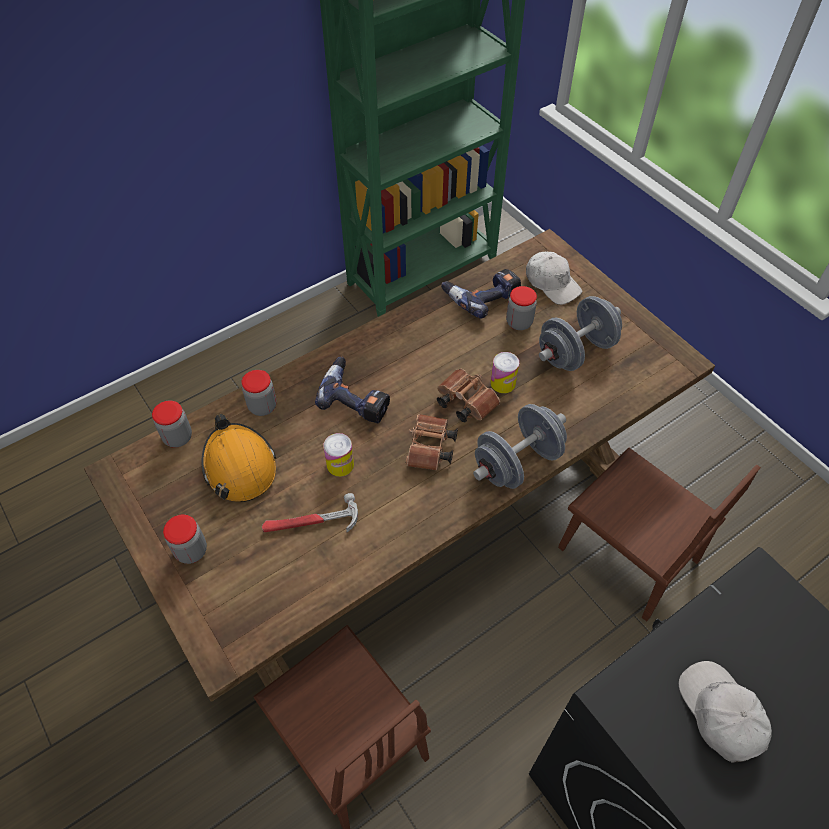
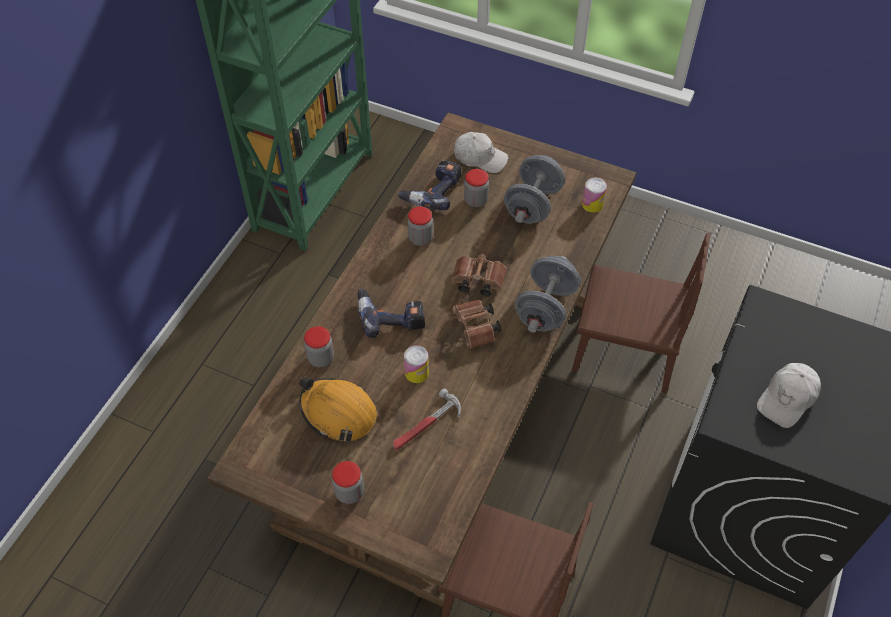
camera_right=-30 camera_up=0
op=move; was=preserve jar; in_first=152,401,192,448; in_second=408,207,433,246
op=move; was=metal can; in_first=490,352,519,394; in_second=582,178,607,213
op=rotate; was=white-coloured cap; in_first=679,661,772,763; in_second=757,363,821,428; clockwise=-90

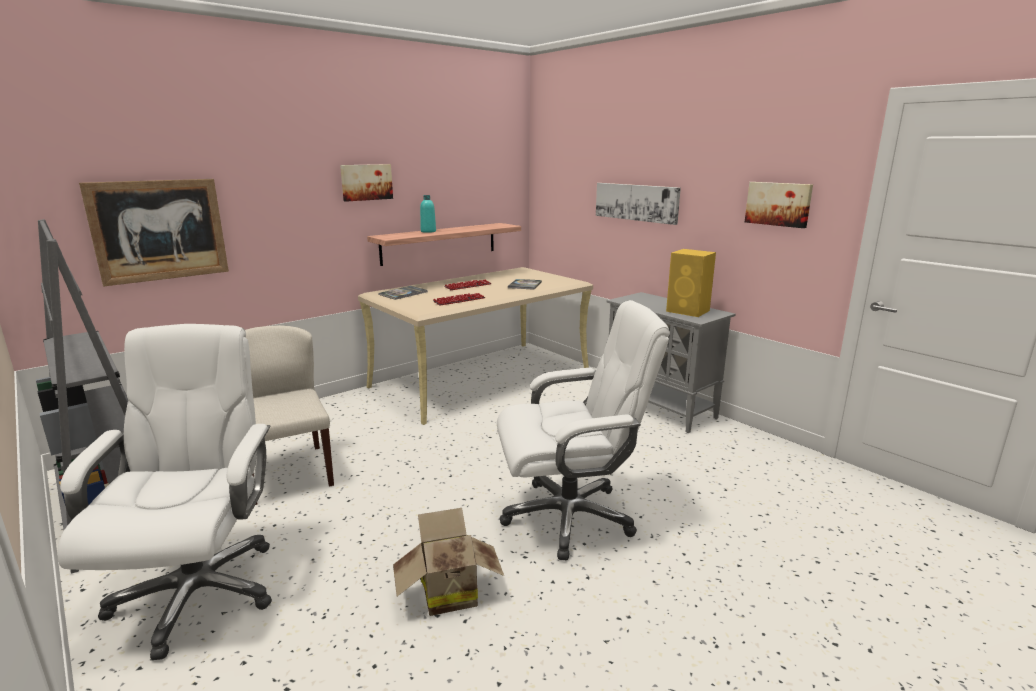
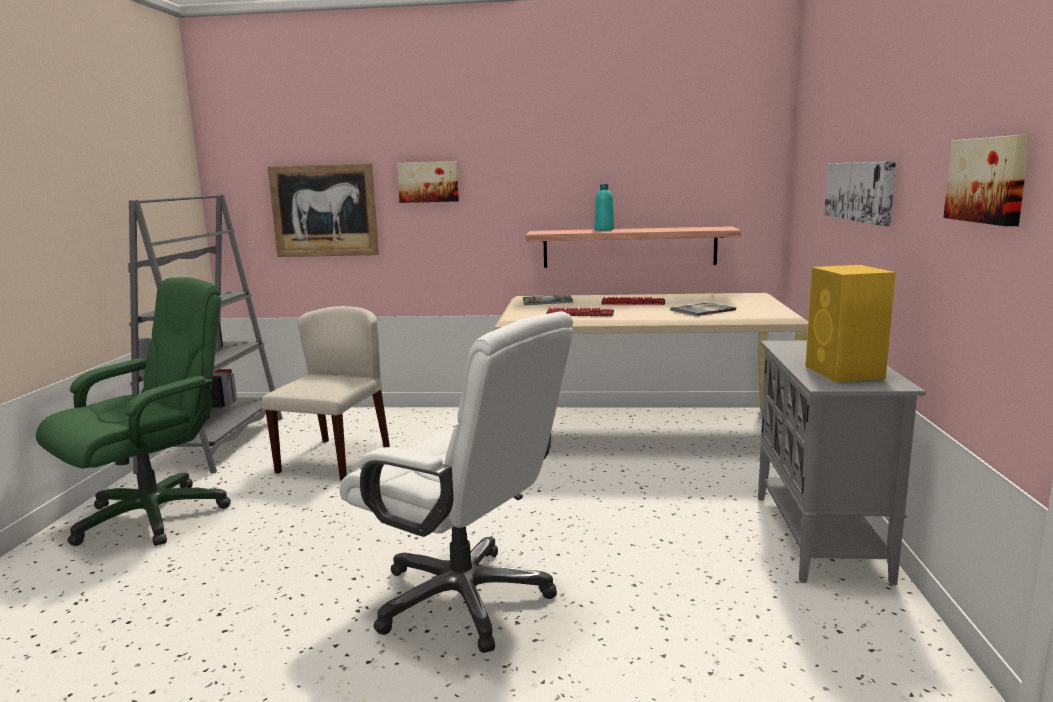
camera_right=45 camera_up=-5
op=recolor; was=white-coloured computer chair; now=green-coloured computer chair; in_first=57,324,272,660; in_second=36,277,231,546
op=move; was=wall art; in_first=340,164,393,202; in_second=397,161,459,203
op=delete; was=packing box; in_first=393,508,504,616

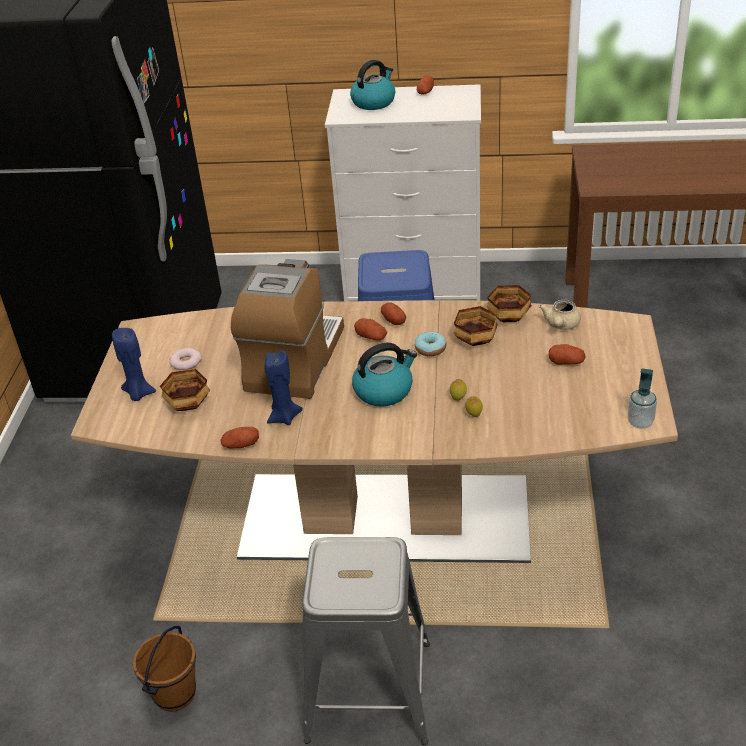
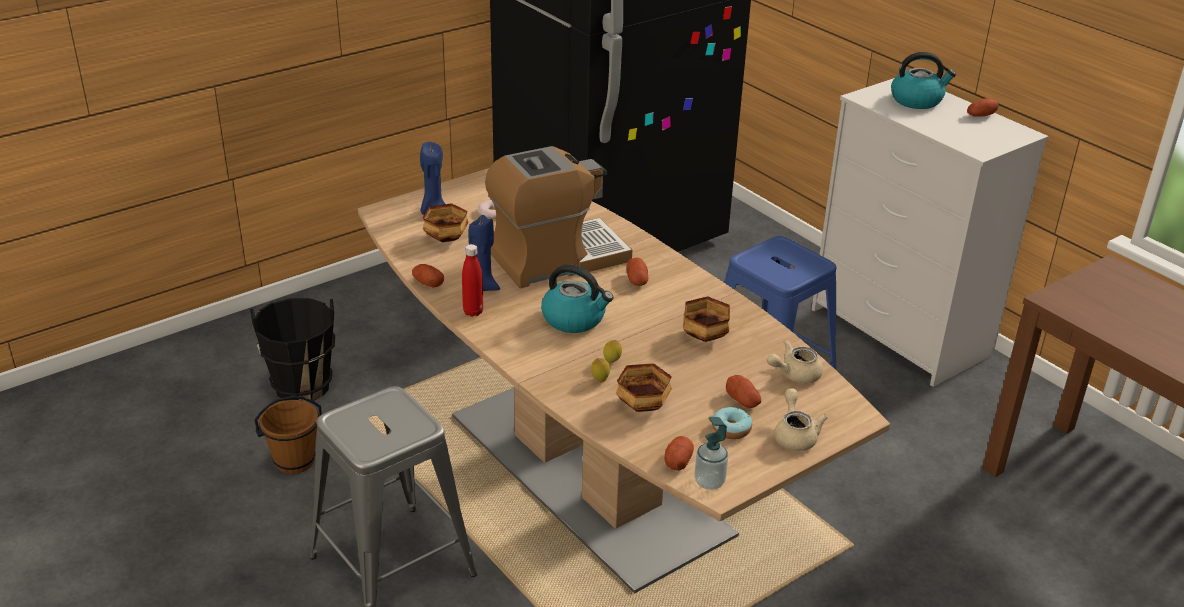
camera_right=45 camera_up=-5
op=insert; now=black pail; in_second=250,298,335,403
op=insert; now=red-coloured drink bottle; in_second=462,244,483,317
op=move; was=serving bowl; in_first=487,285,532,322; in_second=616,363,672,412
op=move; was=potato; in_first=381,303,406,325; in_second=664,436,694,471
op=move; was=donut; in_first=415,332,447,356; in_second=712,407,752,439
op=insert; now=beige-coloured teapot; in_second=774,389,828,451

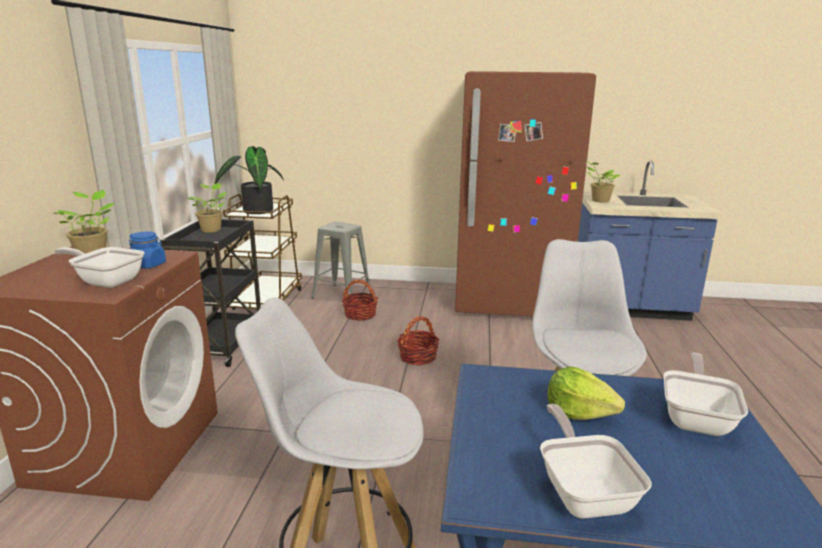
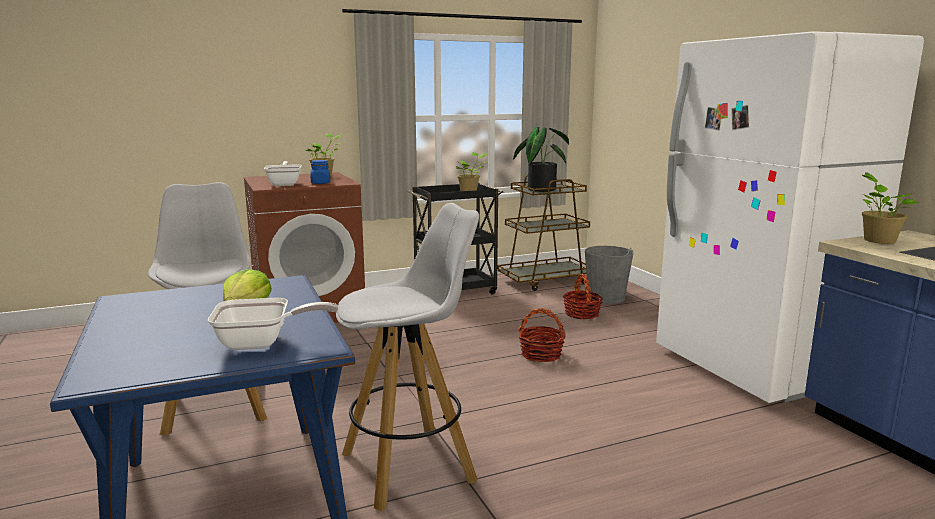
camera_right=60 camera_up=-5
op=replace; was=greyish stool seat; now=greyish pail; in_first=311,222,370,302; in_second=585,246,633,304
op=recolor; was=brown fridge; now=white-coloured fridge; in_first=455,71,596,316; in_second=656,31,924,403
op=delete; was=skillet; in_first=540,404,652,519

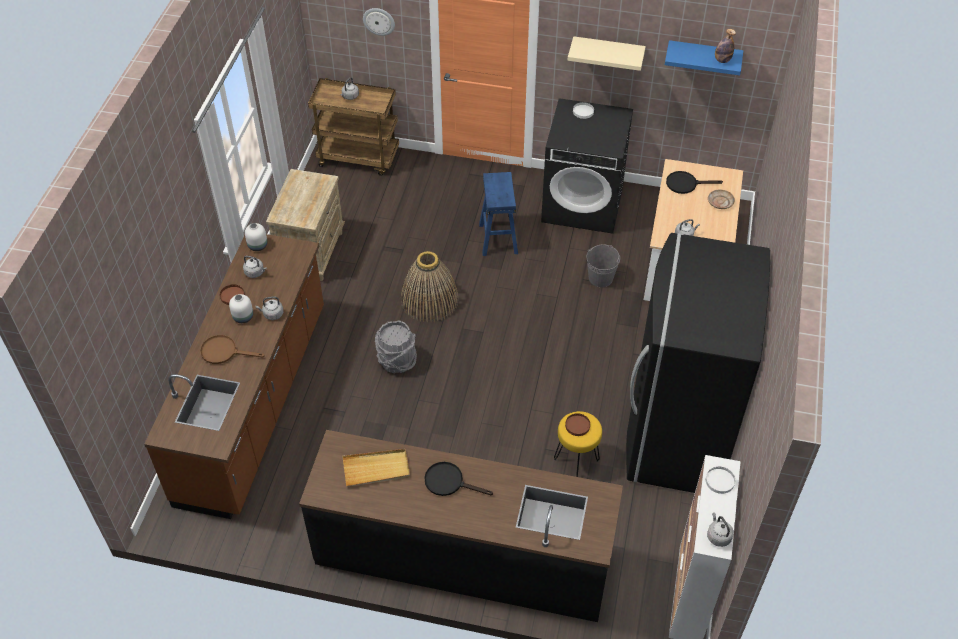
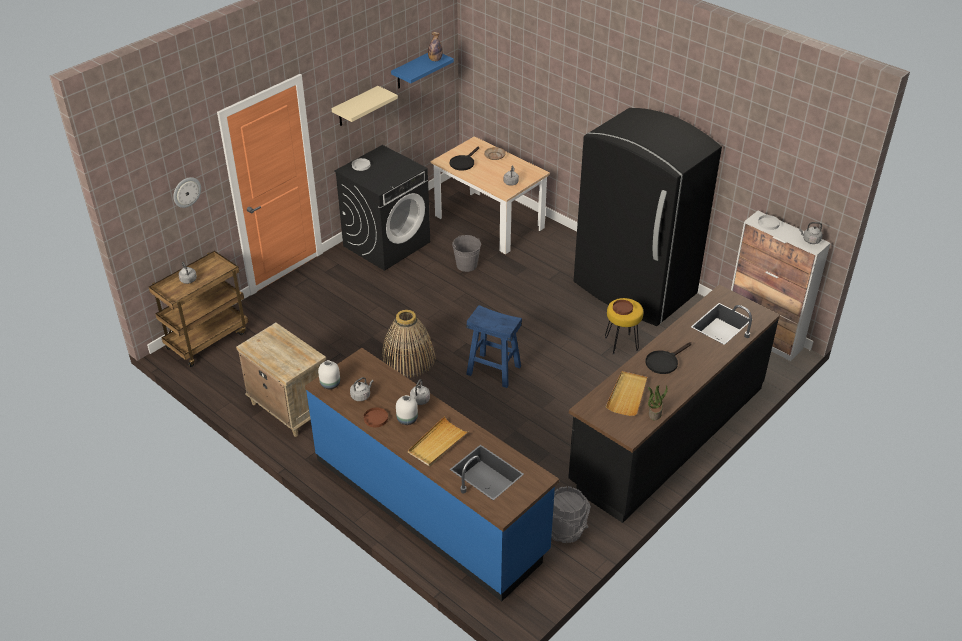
camera_right=-60 camera_up=-10
op=recolor; was=brown counter; now=blue-coloured counter; in_first=144,234,324,519; in_second=305,348,559,601
op=replace; was=brown skillet; now=beige-coloured tray; in_first=200,335,265,364; in_second=408,416,469,466
op=move; was=blue-coloured stool seat; in_first=479,172,518,256; in_second=466,305,522,388
op=move; was=greyish pail; in_first=375,320,417,373; in_second=551,486,591,543
op=insert; now=plant in a pot; in_second=648,386,668,420

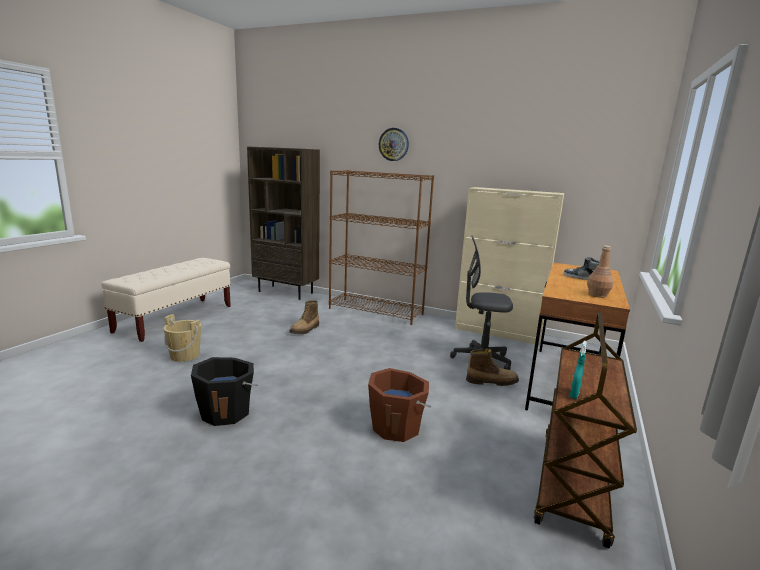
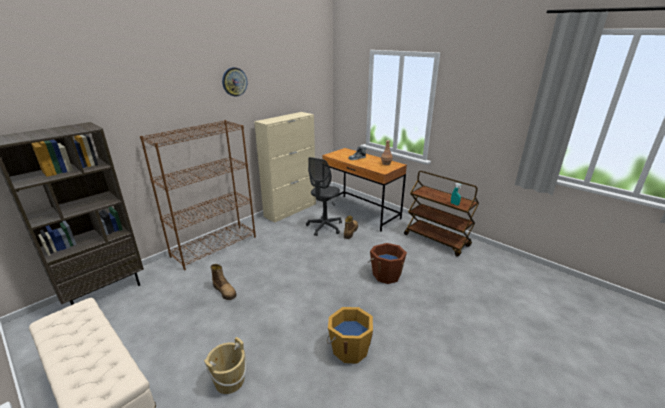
camera_right=-70 camera_up=10
op=move; was=clock on the wall; in_first=379,128,409,161; in_second=222,67,247,97
op=recolor; was=black pail; now=orange pail; in_first=191,357,258,426; in_second=327,307,373,364

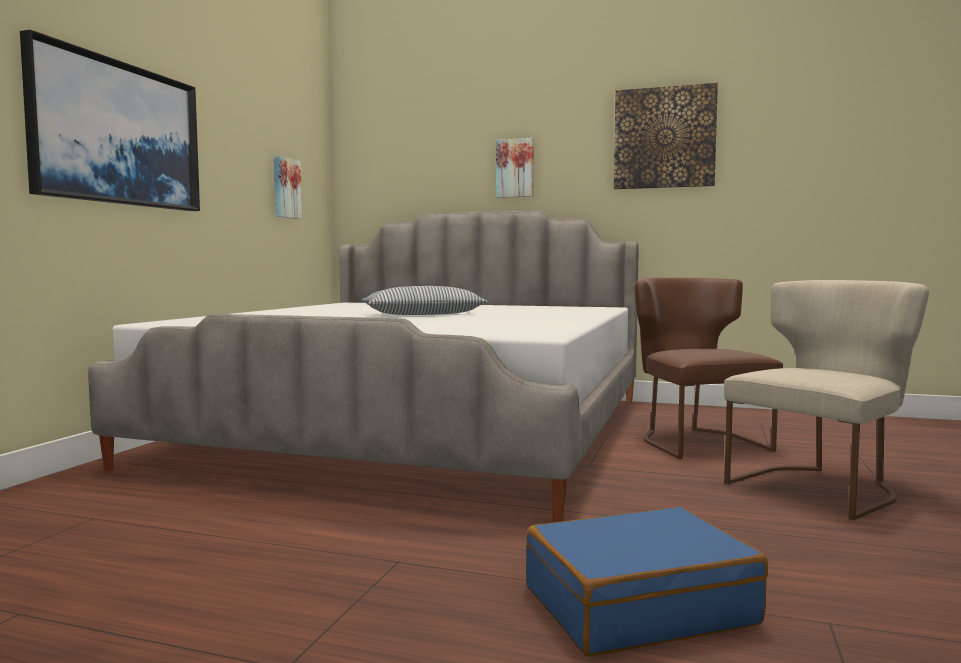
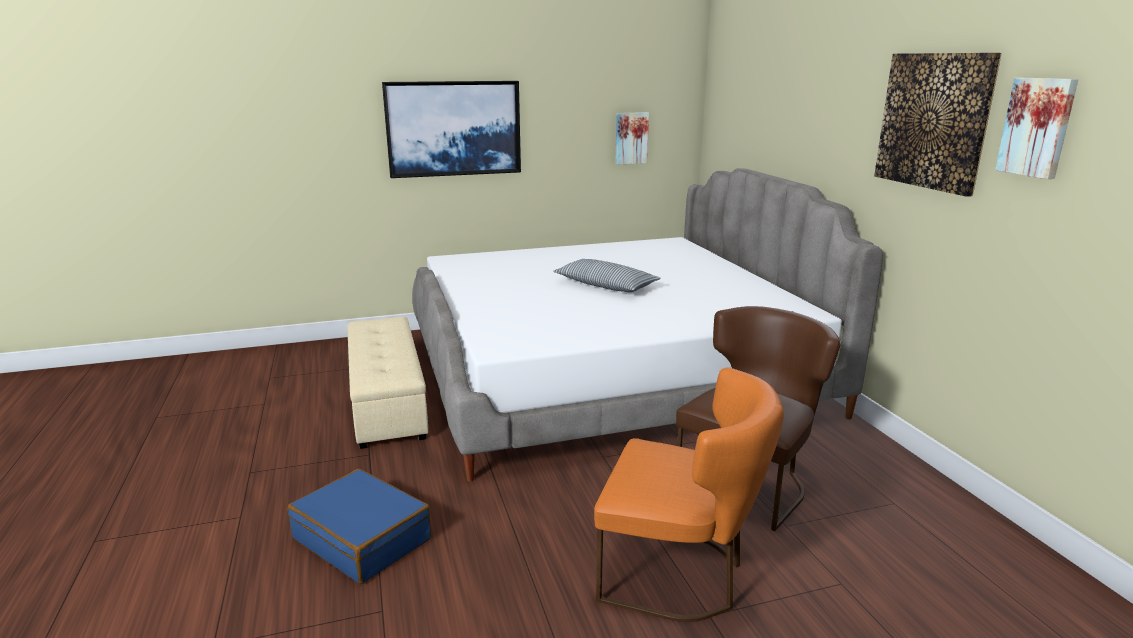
camera_right=55 camera_up=15
op=insert; now=beige-coloured pouffe; in_second=347,317,428,449
op=recolor; was=beige-coloured chair; now=orange chair; in_first=724,280,929,520; in_second=594,367,784,622
op=move; was=wall art; in_first=496,138,534,198; in_second=995,78,1078,179

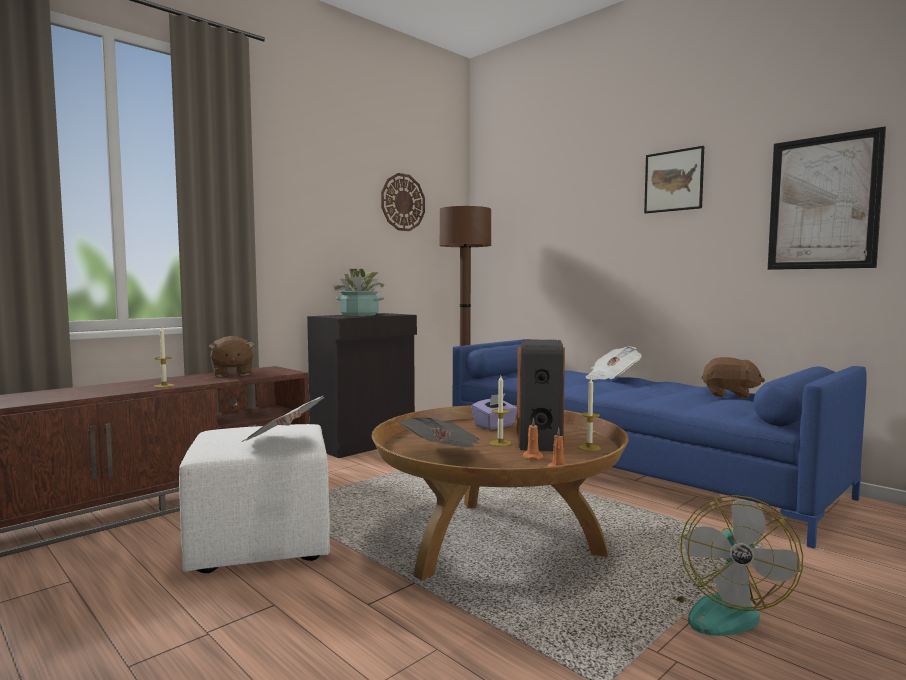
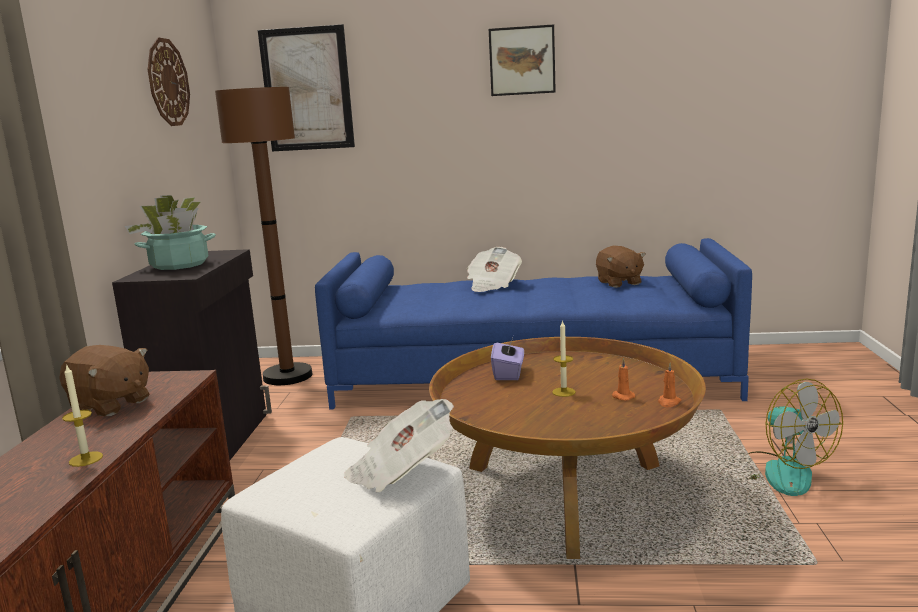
camera_right=-40 camera_up=10
op=move; was=wall art; in_first=768,126,886,270; in_second=258,24,355,151
op=rotate; was=brown plush toy; in_first=701,357,765,399; in_second=596,246,646,288; clockwise=90
op=delete; was=daily paper; in_first=397,417,480,447
op=delete; was=audio speaker; in_first=517,339,565,451
op=delete; was=wax candle; in_first=578,378,601,451

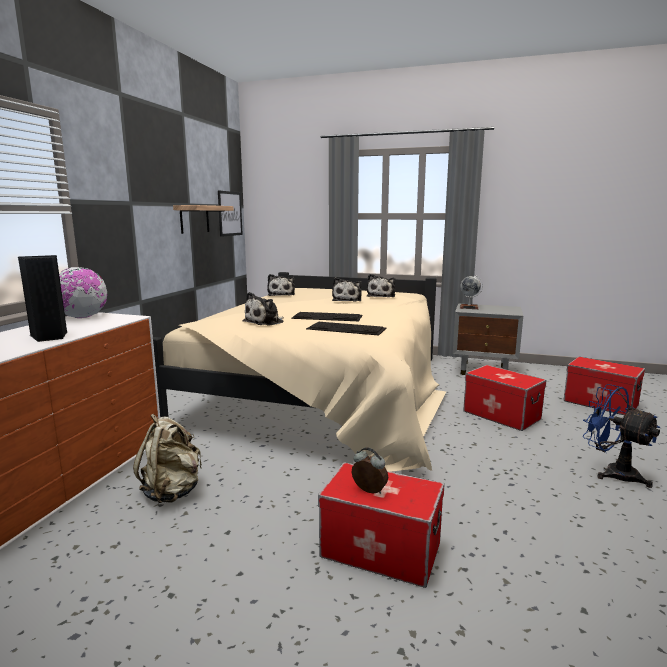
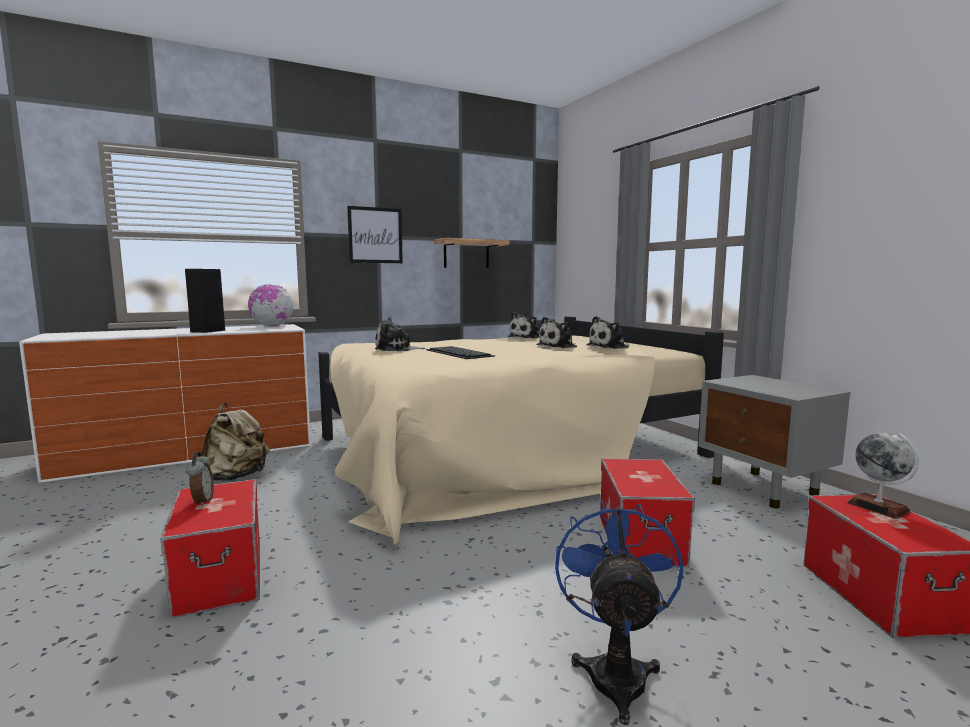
camera_right=45 camera_up=-5
op=move; was=wall art; in_first=218,190,243,237; in_second=347,206,403,263
op=move; was=desk globe; in_first=460,275,483,309; in_second=847,433,919,519
op=delete; was=keyboard; in_first=306,322,386,335

